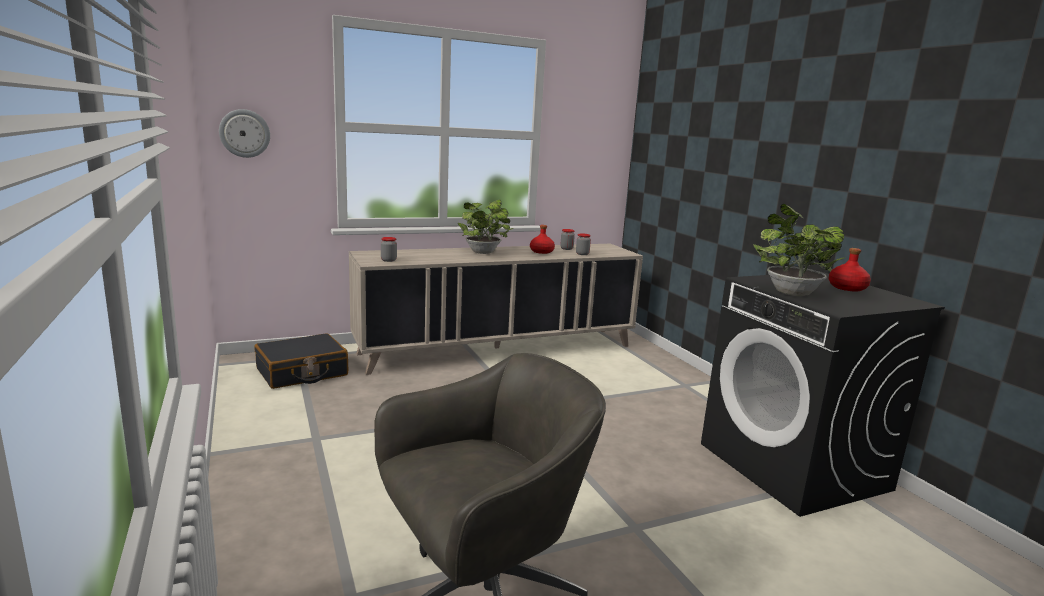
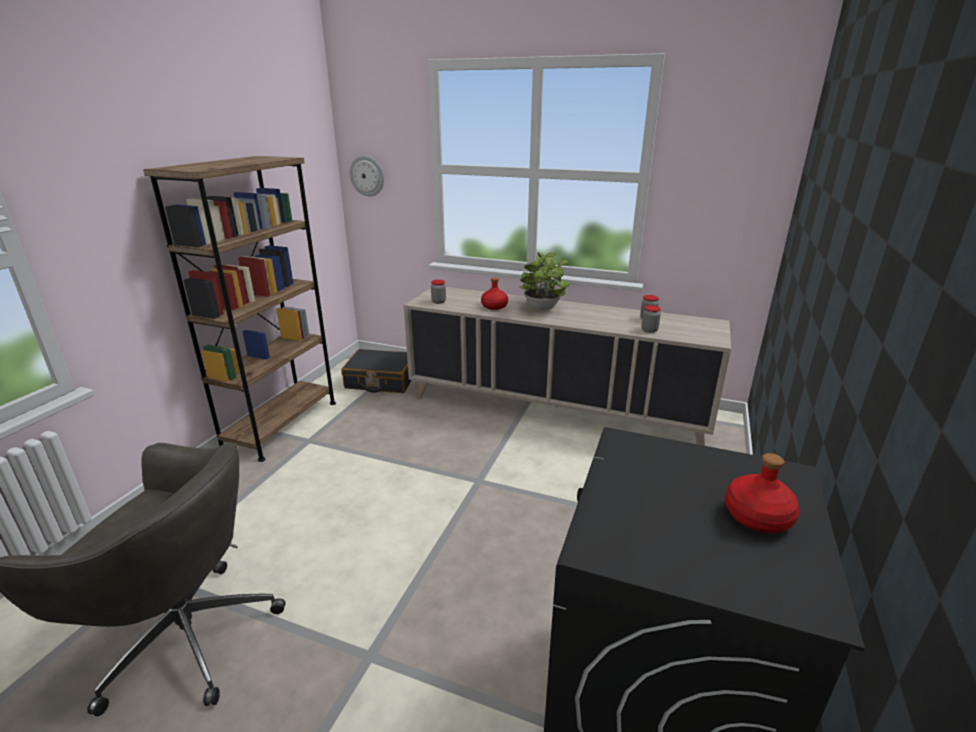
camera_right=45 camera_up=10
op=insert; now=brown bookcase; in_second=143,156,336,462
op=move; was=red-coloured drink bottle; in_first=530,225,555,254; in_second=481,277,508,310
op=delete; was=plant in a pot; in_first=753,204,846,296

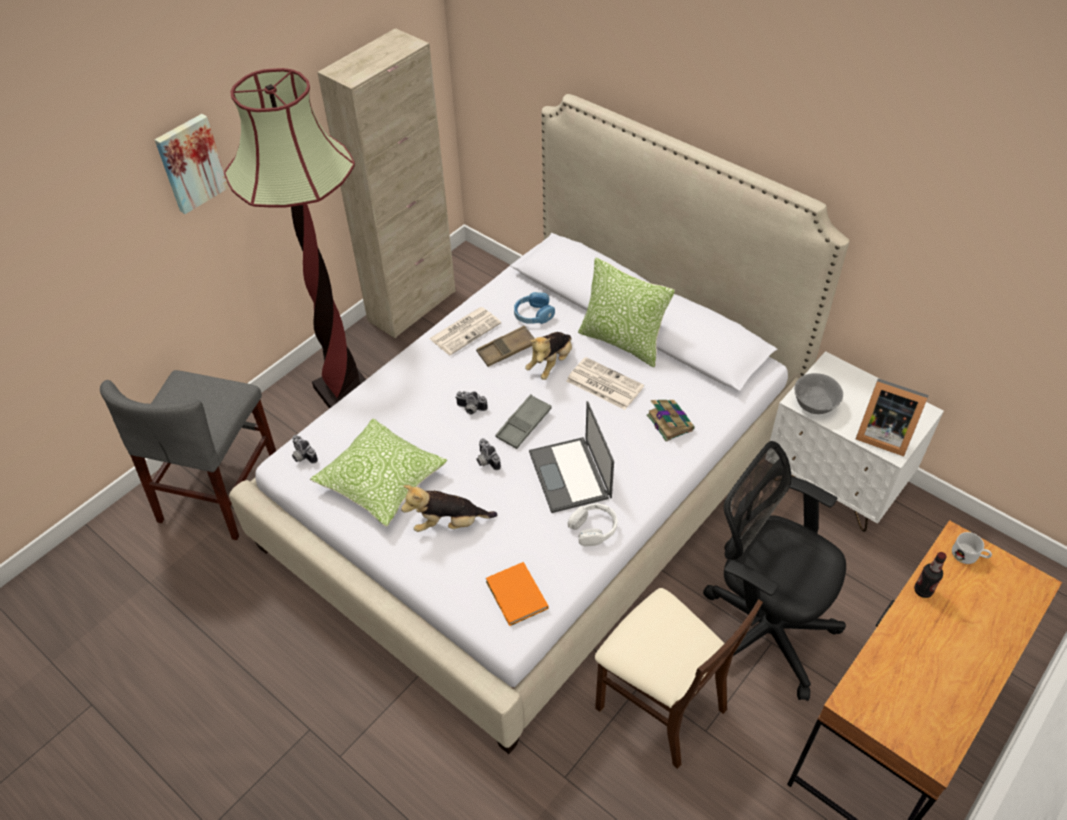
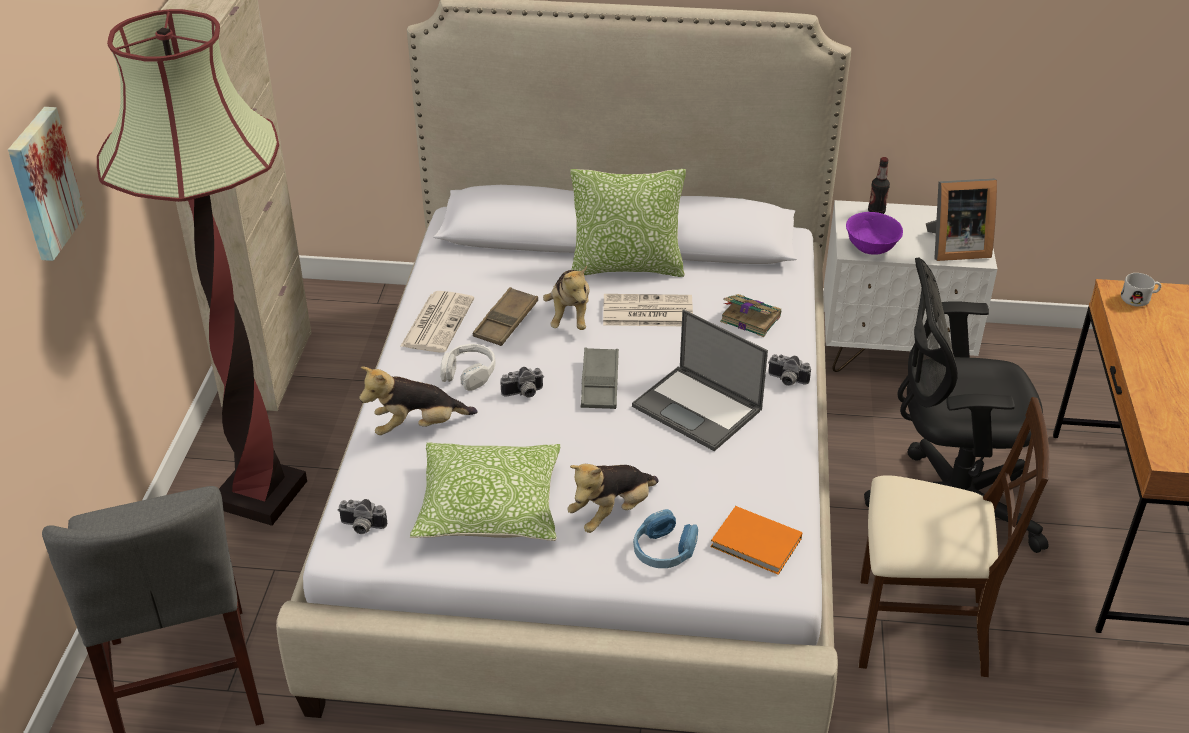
camera_right=-35 camera_up=-10
op=insert; now=plush toy; in_second=359,367,478,435
op=move; was=white-coloured headphones; in_first=567,503,618,547; in_second=440,344,496,391
op=move; was=blue-coloured headphones; in_first=514,292,555,324; in_second=633,509,698,568
op=move; was=photo camera; in_first=477,438,501,470; in_second=768,354,811,386
op=recolor; was=greyish serving bowl; now=purplish serving bowl; in_first=794,373,843,414; in_second=846,212,903,255
op=move; was=drink bottle; in_first=914,552,947,598; in_second=868,157,890,214

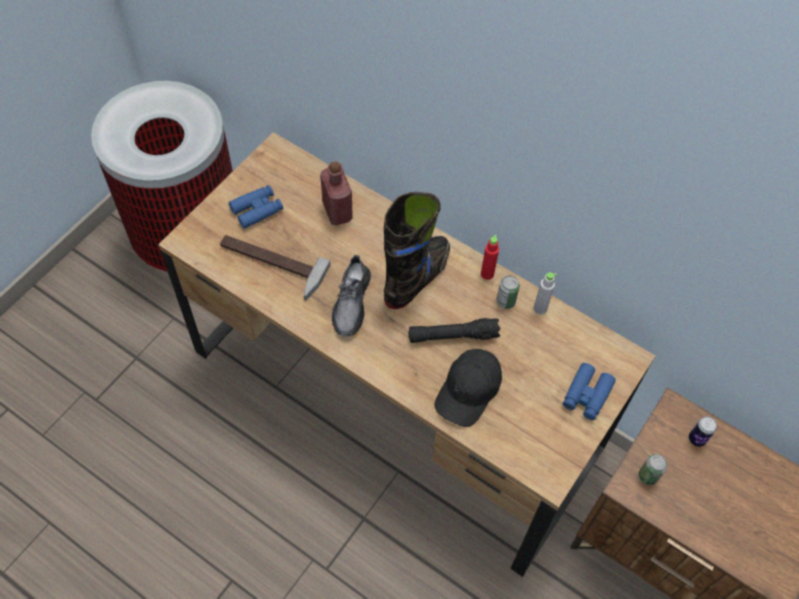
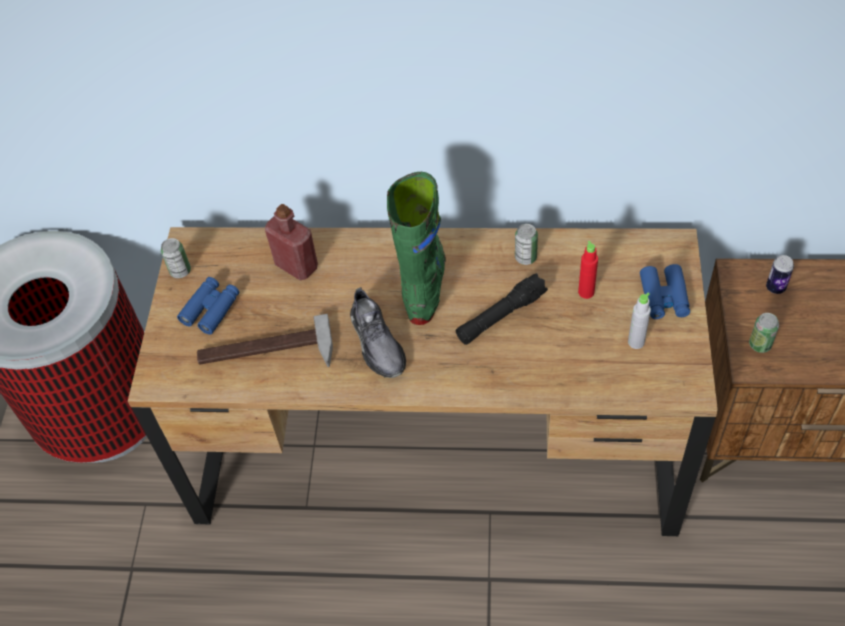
camera_right=-25 camera_up=-5
op=insert; now=metal can; in_second=161,238,191,278
op=recolor; was=black boot; now=green-coloured boot; in_first=384,192,450,309; in_second=387,172,446,325
op=move; was=red-coloured drink bottle; in_first=481,235,499,280; in_second=578,241,598,299
op=move; was=greyish drink bottle; in_first=534,272,557,314; in_second=628,293,651,349
op=delete; was=black cap; in_first=435,349,502,427

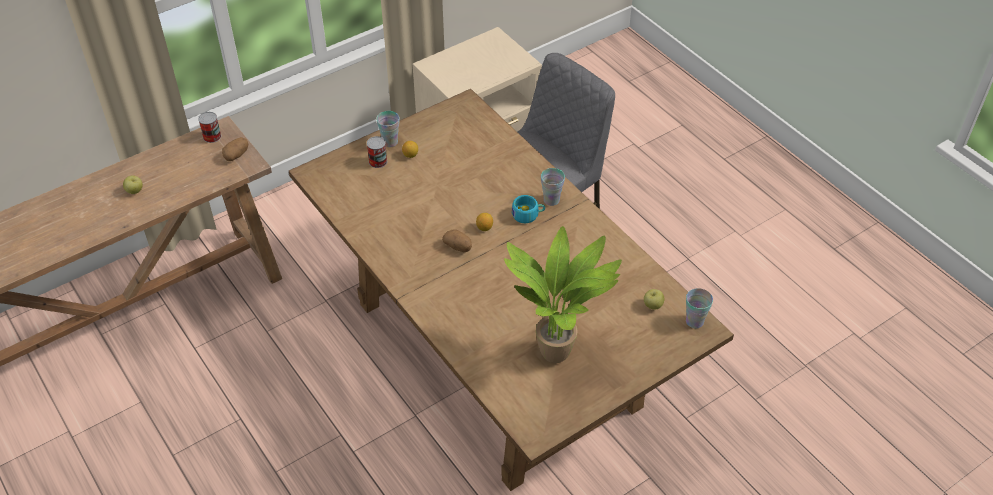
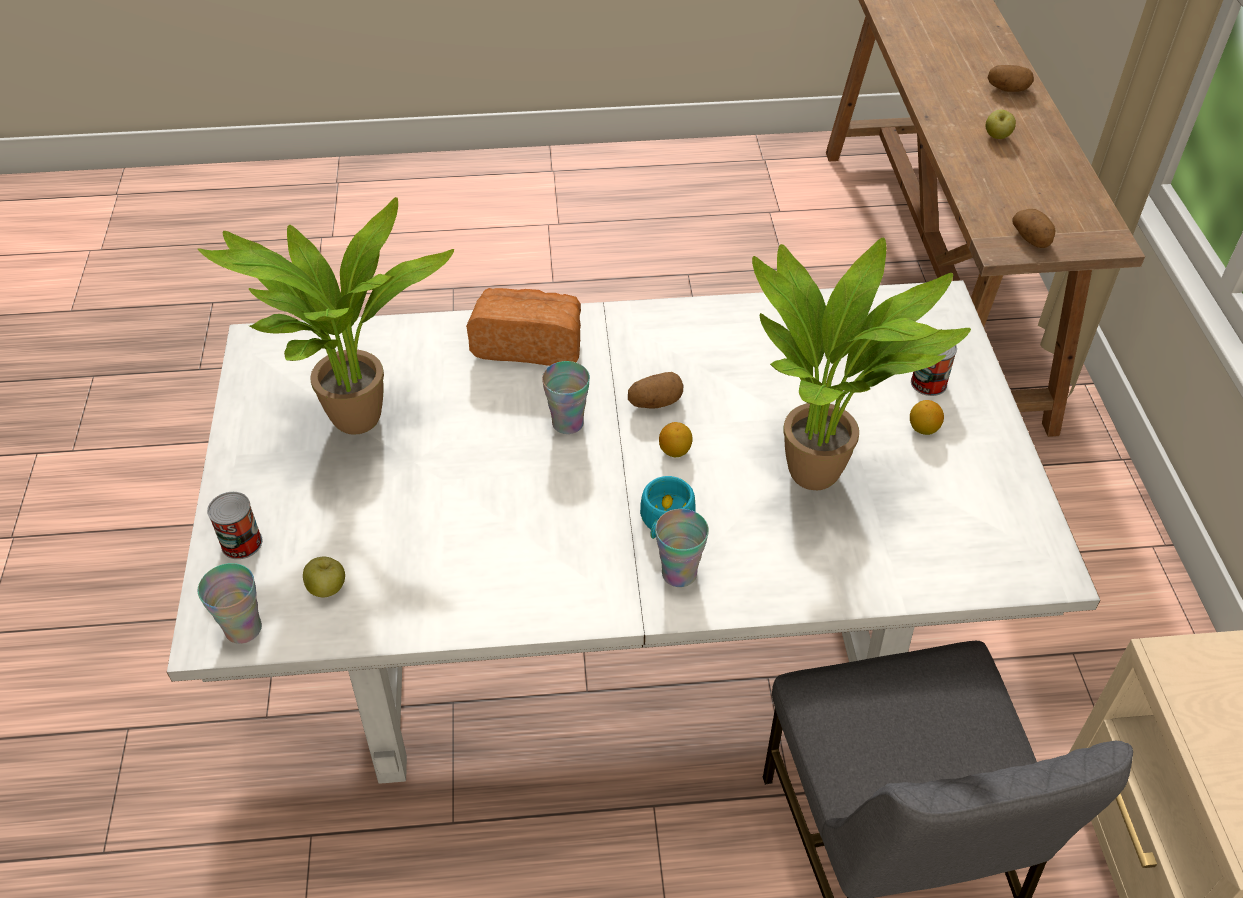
camera_right=120 camera_up=0
op=recolor; was=brown dining table; now=white-coloured dining table; in_first=289,89,734,491; in_second=167,280,1100,784
op=move; was=metal can; in_first=198,112,221,143; in_second=207,492,262,559
op=insert; now=bakery bread; in_second=466,288,581,366
op=move; was=cup; in_first=376,111,399,147; in_second=542,361,590,434
op=insert; now=plant in a pot; in_second=752,238,971,490
op=insert; now=potato; in_second=987,65,1034,92

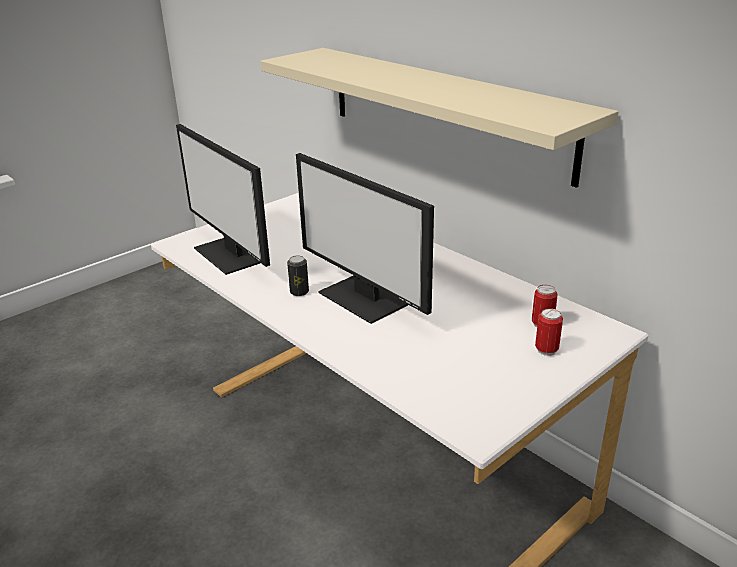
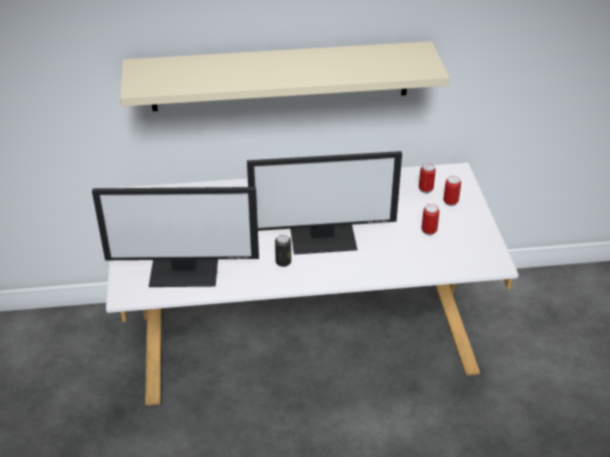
camera_right=-55 camera_up=10
op=insert; now=metal can; in_second=421,204,439,235

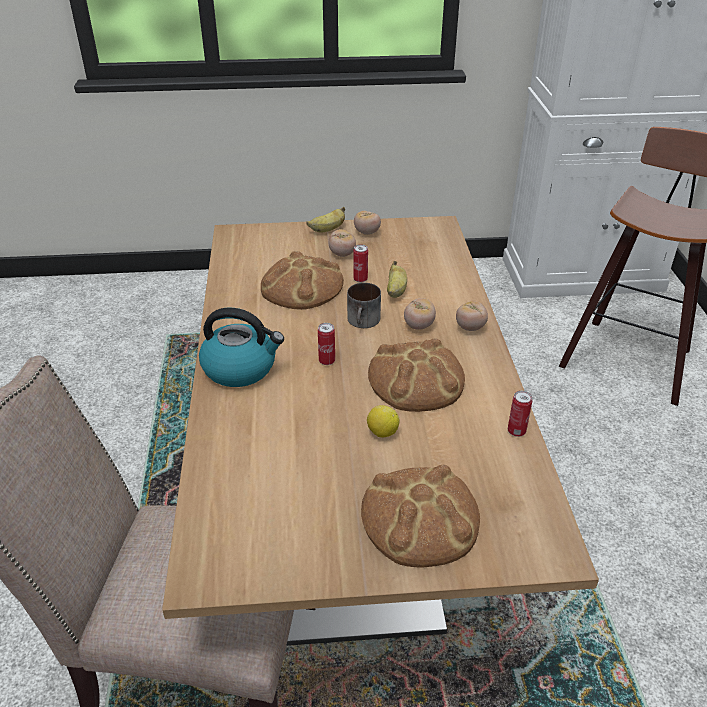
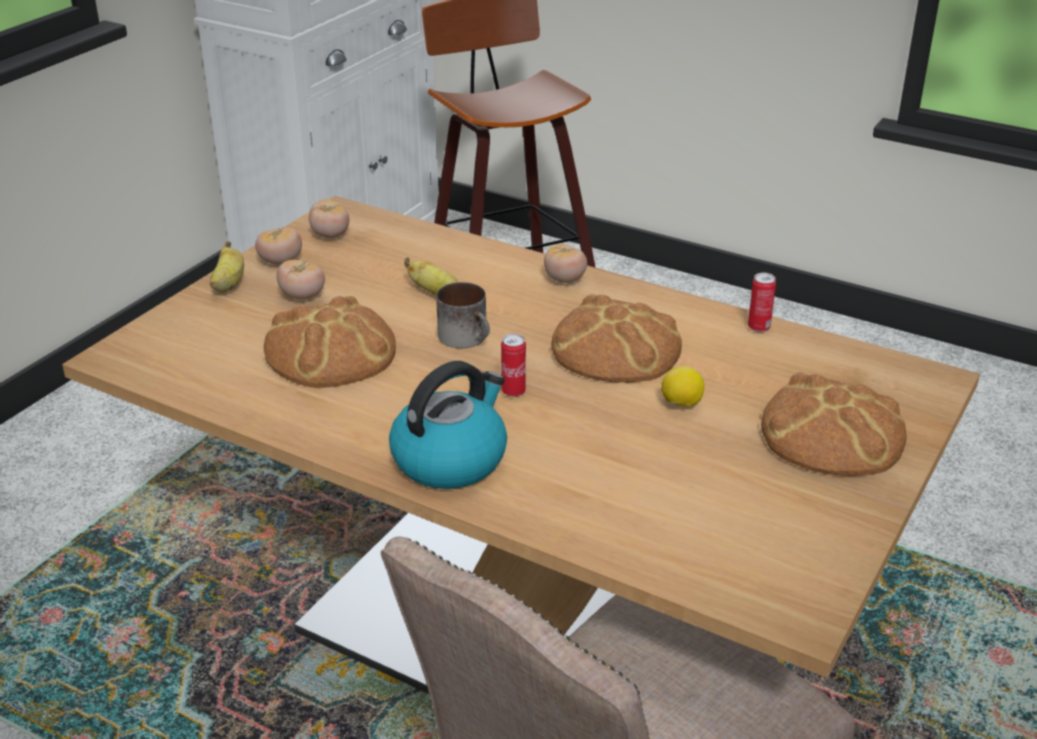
camera_right=-55 camera_up=-5
op=move; was=tomato; in_first=404,298,436,330; in_second=309,199,350,238
op=delete; was=metal can; in_first=353,244,368,283

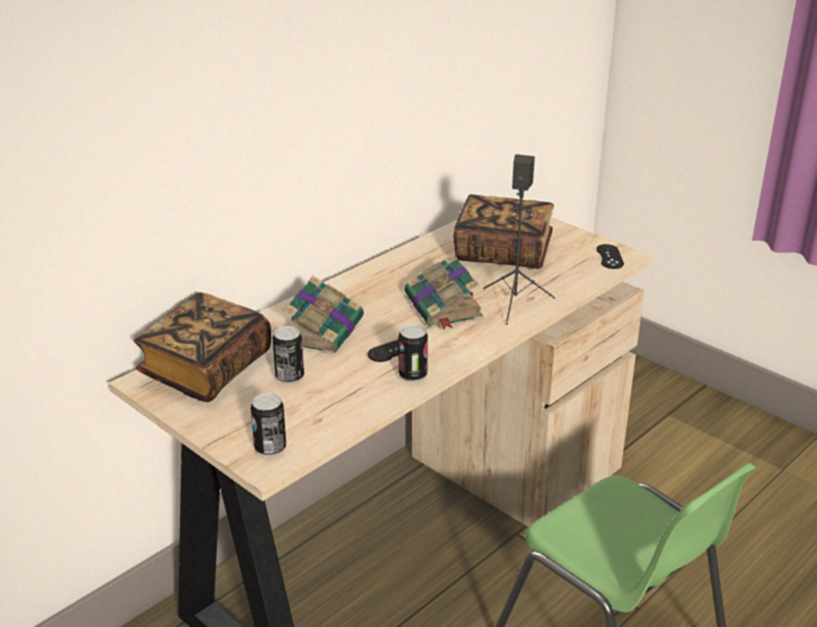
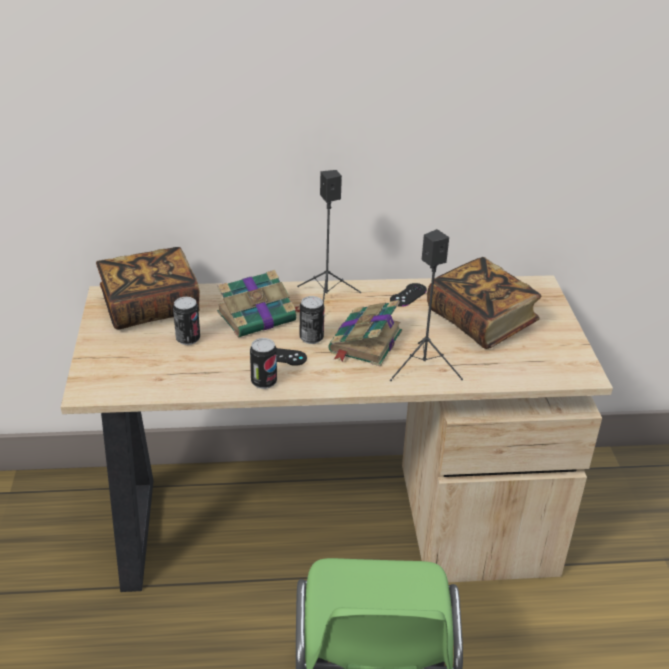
camera_right=40 camera_up=5
op=insert; now=black audio speaker; in_second=297,170,361,303
op=move; was=metal can; in_first=251,393,286,456; in_second=300,296,324,344
op=move; was=black joypad; in_first=596,244,624,269; in_second=390,283,427,307

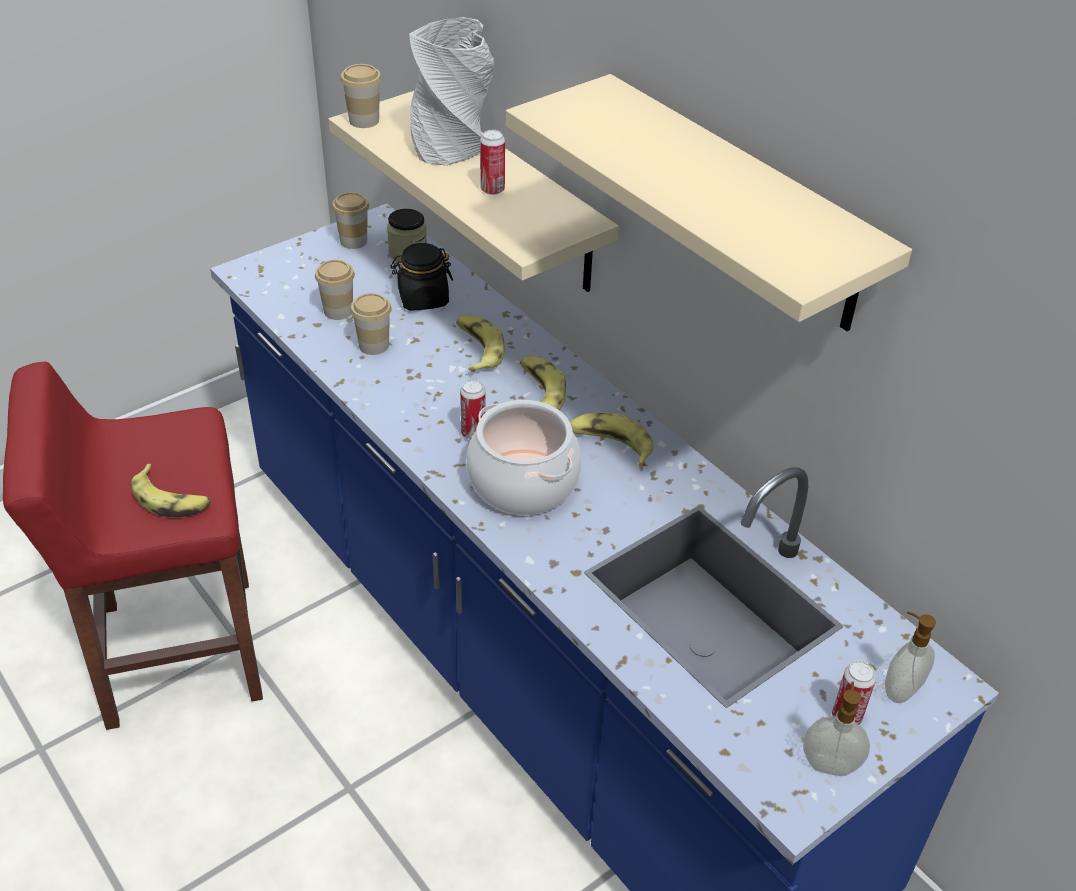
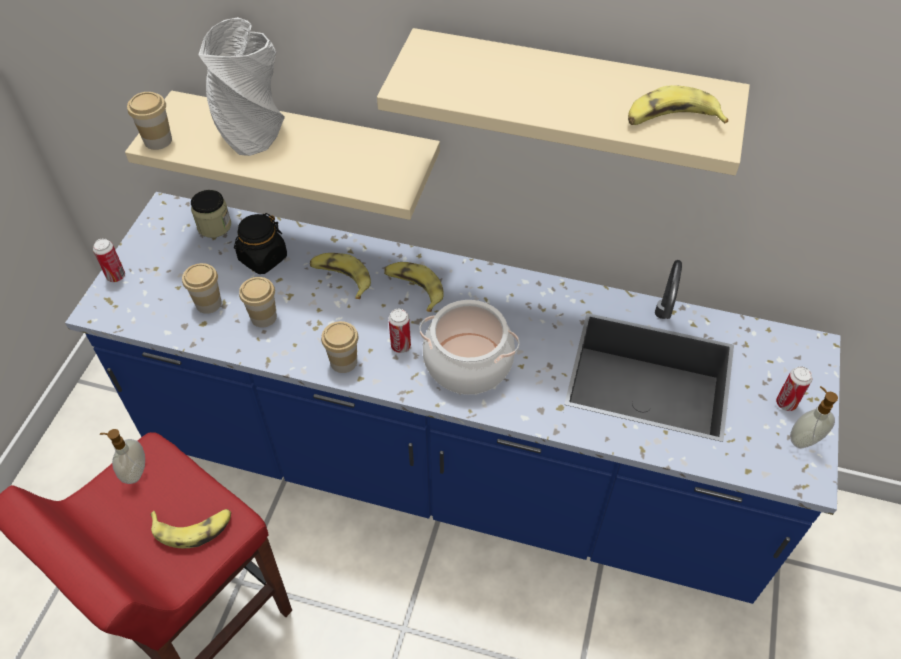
camera_right=-35 camera_up=10
op=move; was=metal can; in_first=480,130,505,195; in_second=93,238,125,282
op=move; was=soap dispenser; in_first=885,611,936,703; in_second=100,429,145,484
op=move; was=cup; in_first=332,192,369,249; in_second=321,321,358,373
op=move; was=banana; in_first=570,413,653,466; in_second=628,85,728,125

